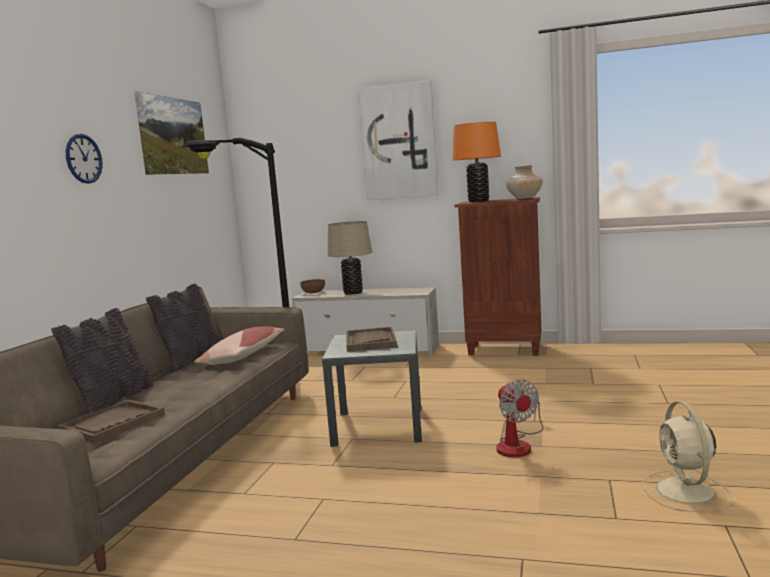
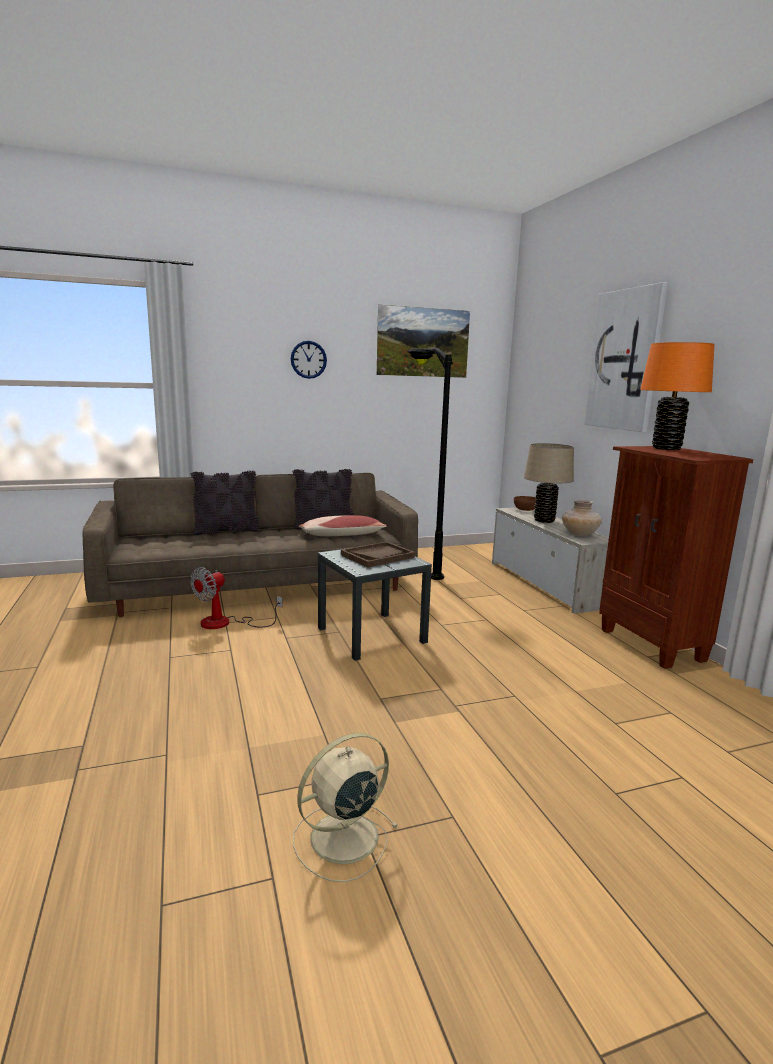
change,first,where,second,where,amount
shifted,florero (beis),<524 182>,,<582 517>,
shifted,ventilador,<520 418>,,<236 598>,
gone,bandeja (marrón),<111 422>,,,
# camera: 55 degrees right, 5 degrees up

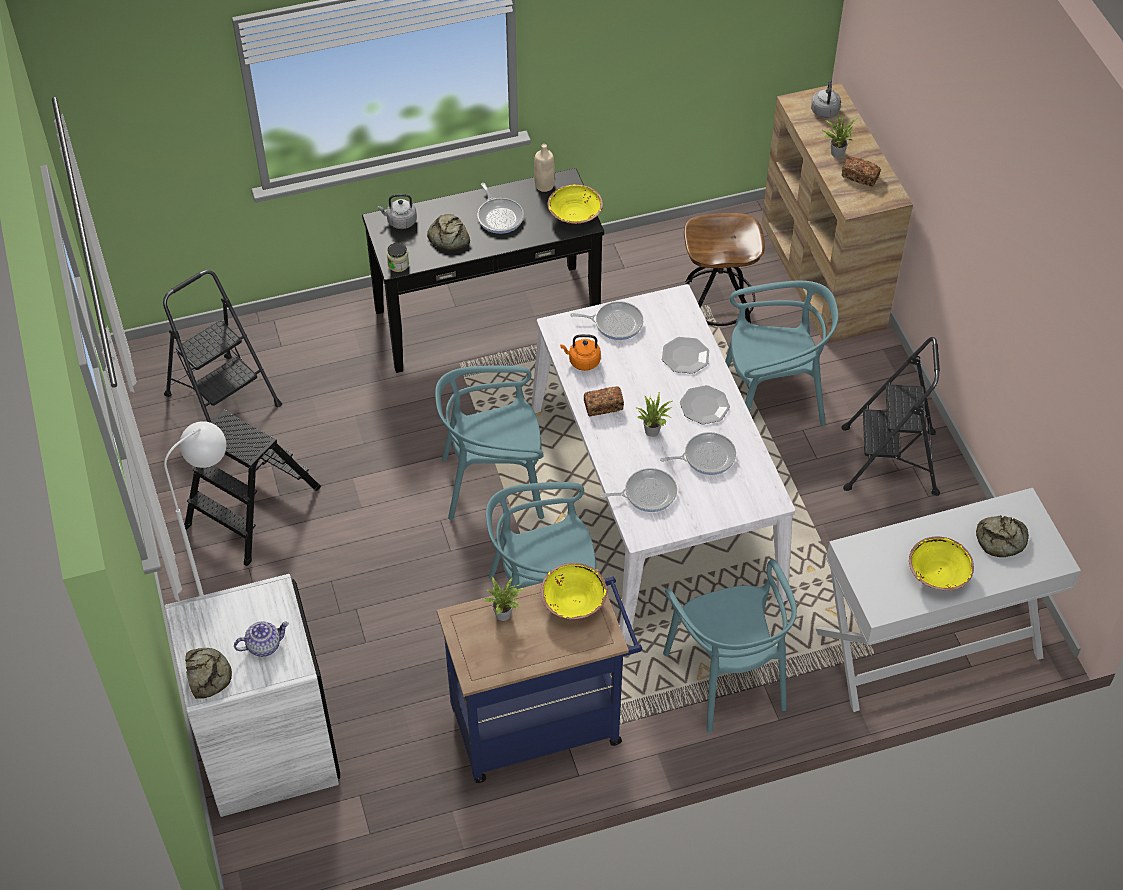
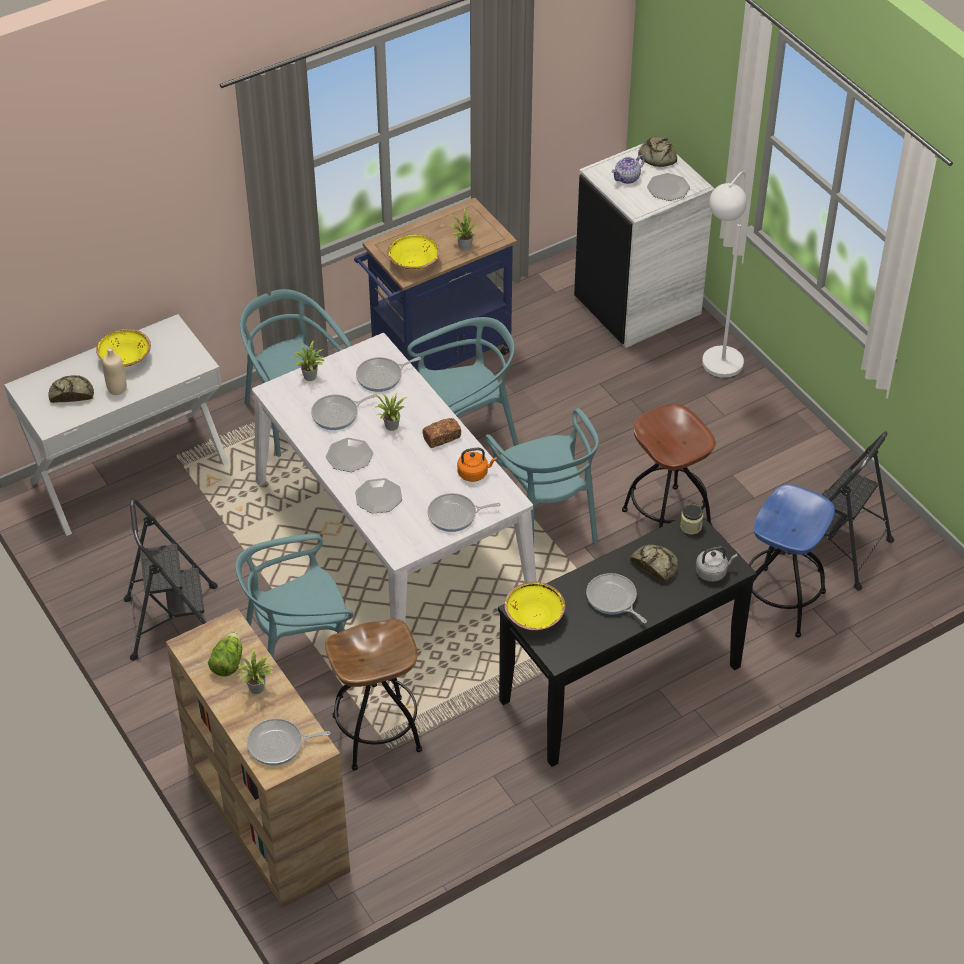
change,first,where,second,where,amount
swapped,hervidor (gris),<826 99>,sartén,<288 742>,
shifted,botella (beis),<544 168>,,<114 371>,
swapped,pan,<861 171>,lechuga,<225 654>,
rotated,silla (turquesa),<489 443>,,<542 476>,90 degrees clockwise
gone,escalera de tijera (negro),<252 488>,,,
new,,,plato,<668 187>,
new,,,planta en maceta,<308 361>,
new,,,taburete (marrón),<669 466>,
new,,,taburete (azul),<792 560>,
# camera: 165 degrees right, 5 degrees down

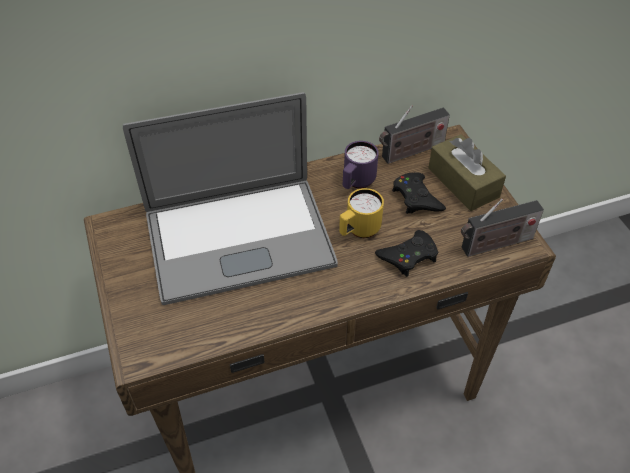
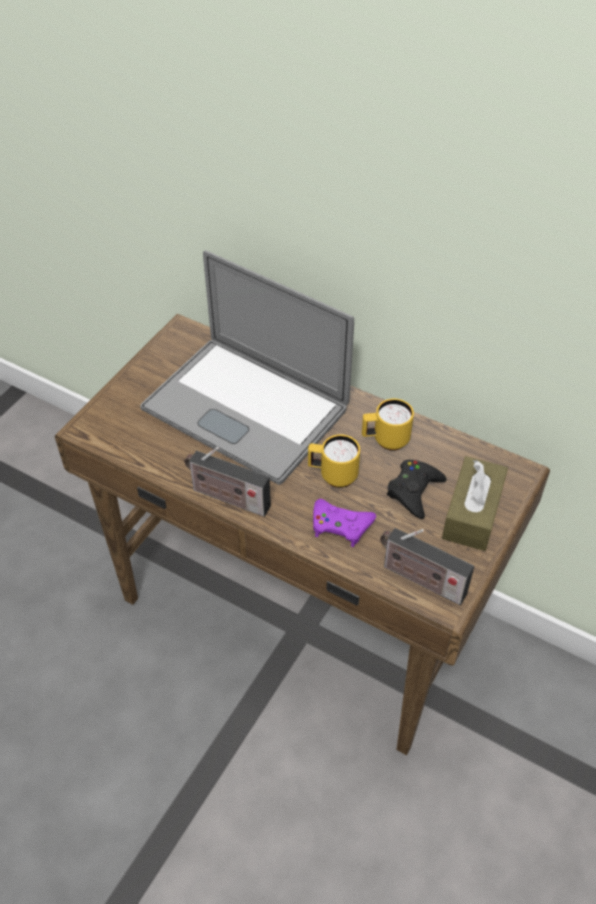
change,first,where,second,where,amount
shifted,radio,<414 134>,,<227 482>,
repainted,taza grande (morado),<361 165>,taza grande (amarillo),<388 425>,
repainted,mando de consola (negro),<406 253>,mando de consola (morado),<344 523>,
# camera: 50 degrees right, 0 degrees up

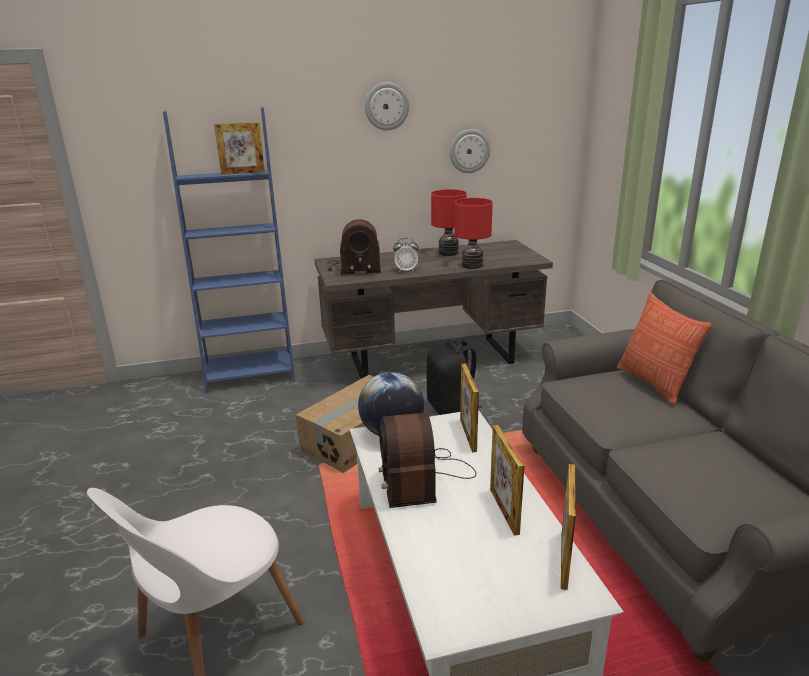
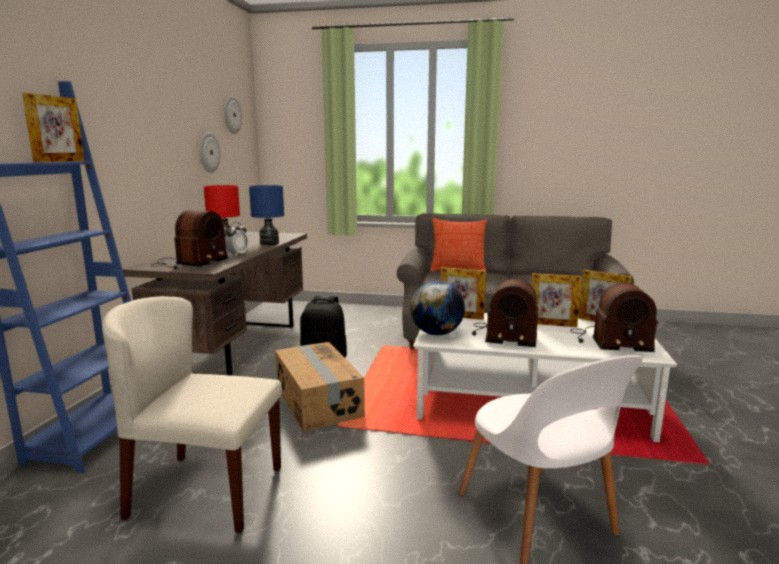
change,first,where,second,where,amount
shifted,reloj de pared,<387 106>,,<233 115>,
repainted,lámpara de mesa (rojo),<473 233>,lámpara de mesa (azul),<266 215>,
new,,,radio,<614 317>,
new,,,silla (beis),<192 414>,
# camera: 65 degrees left, 10 degrees down

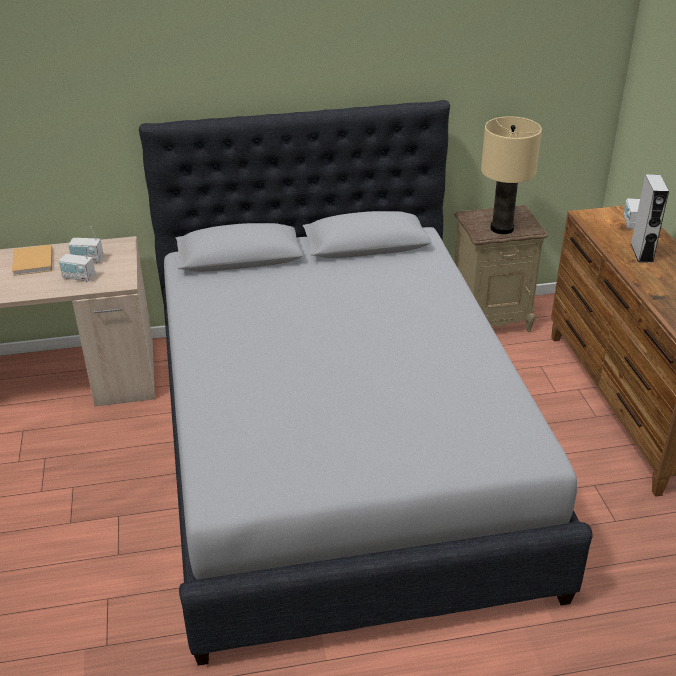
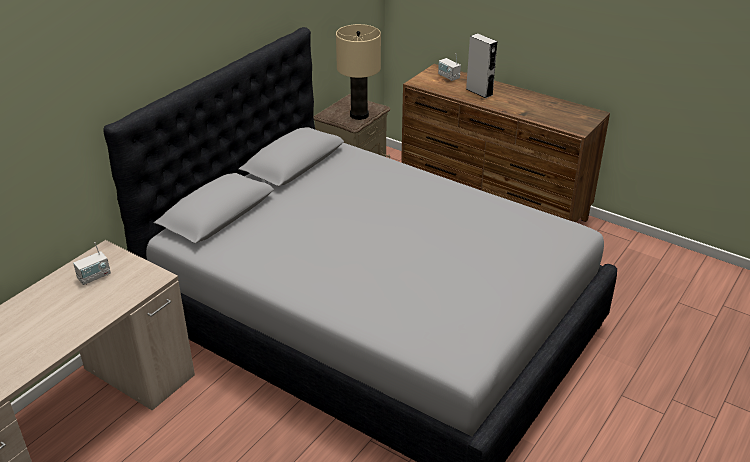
change,first,where,second,where,amount
gone,radio,<77 263>,,,
gone,libro (beis),<32 260>,,,
# camera: 45 degrees left, 0 degrees up

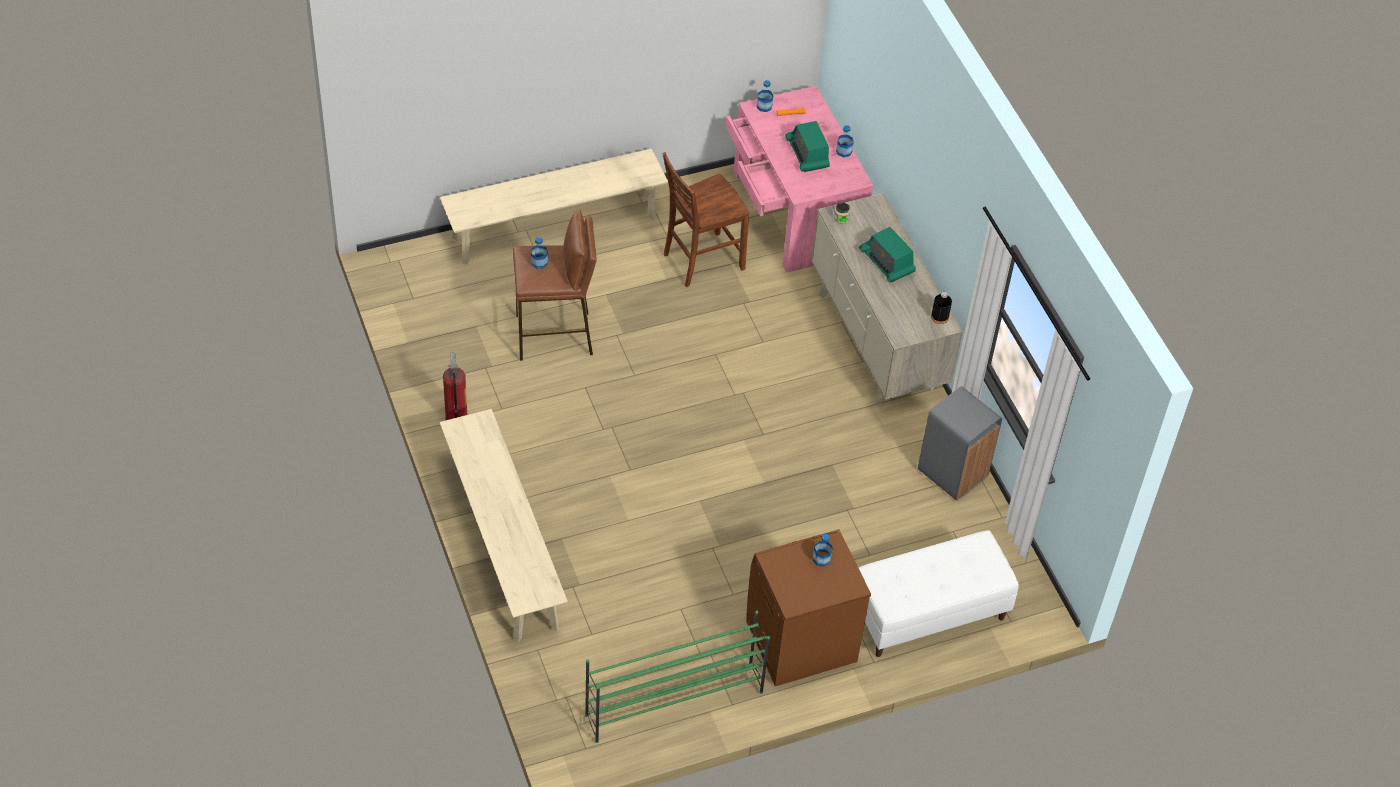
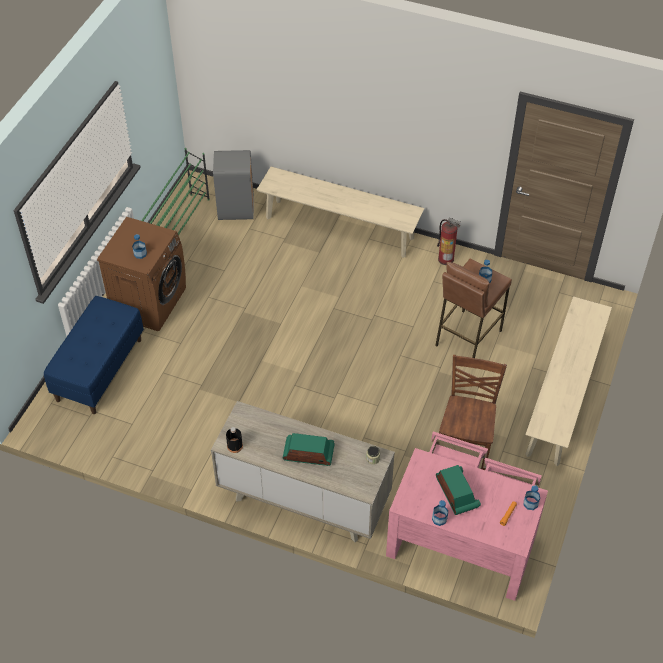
change,first,where,second,where,amount
rotated,radio,<807 146>,,<458 490>,45 degrees clockwise
shifted,papelera (gris),<960 443>,,<233 185>,
repainted,banco (blanco),<939 593>,banco (azul),<94 355>,
# camera: 135 degrees right, 0 degrees up

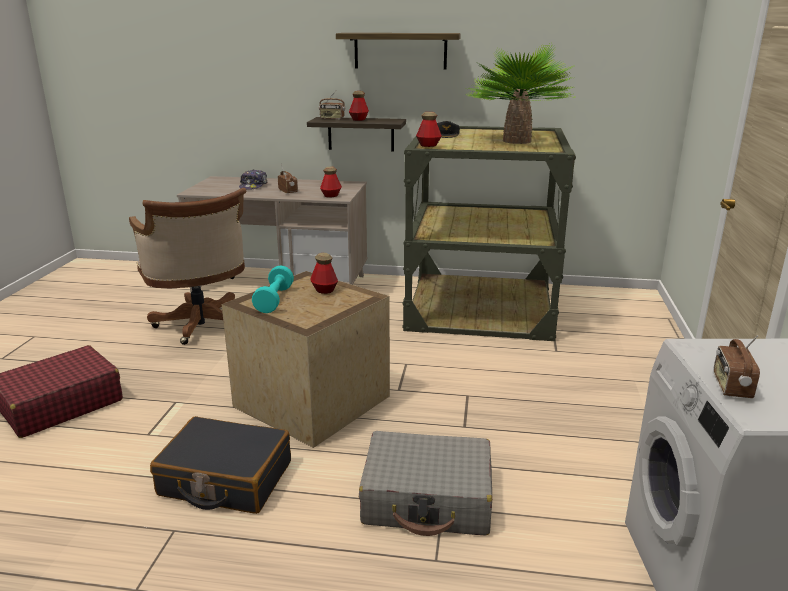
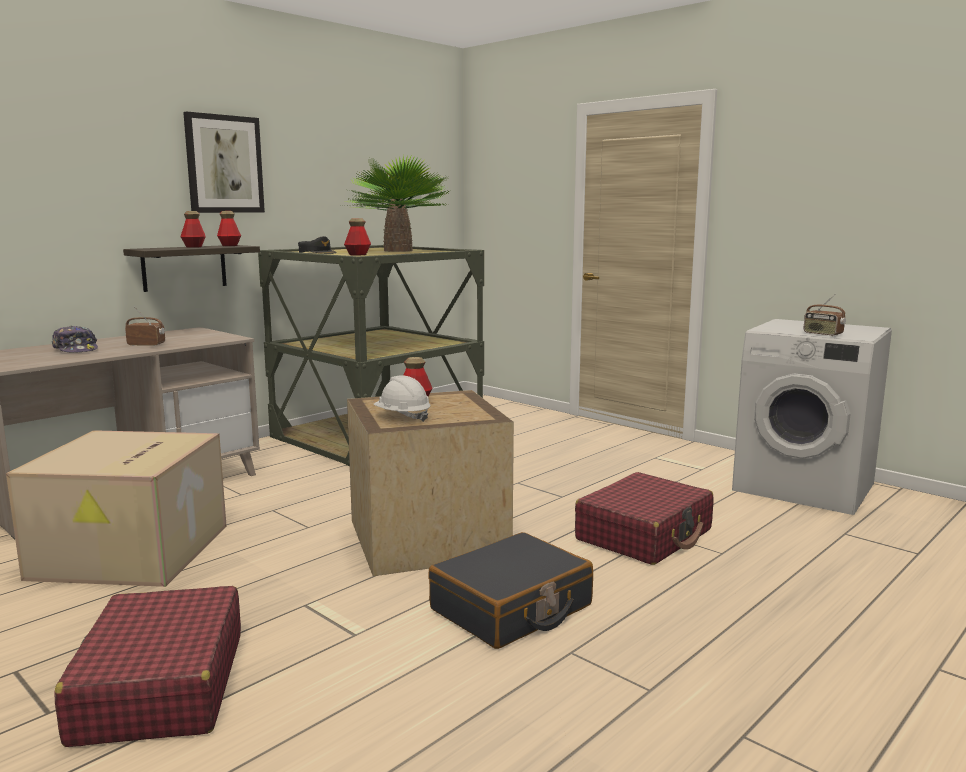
change,first,where,second,where,amount
swapped,estante,<398 51>,cuadro,<224 162>,
gone,radio,<332 104>,,,
shifted,botella,<331 182>,,<229 228>,
swapped,silla de oficina,<187 266>,caja de cartón,<116 508>,
swapped,mancuerna (turquesa),<273 289>,casco (blanco),<401 398>,
repainted,maleta (gris),<425 483>,maleta (rojo),<644 518>,
# camera: 55 degrees left, 10 degrees down

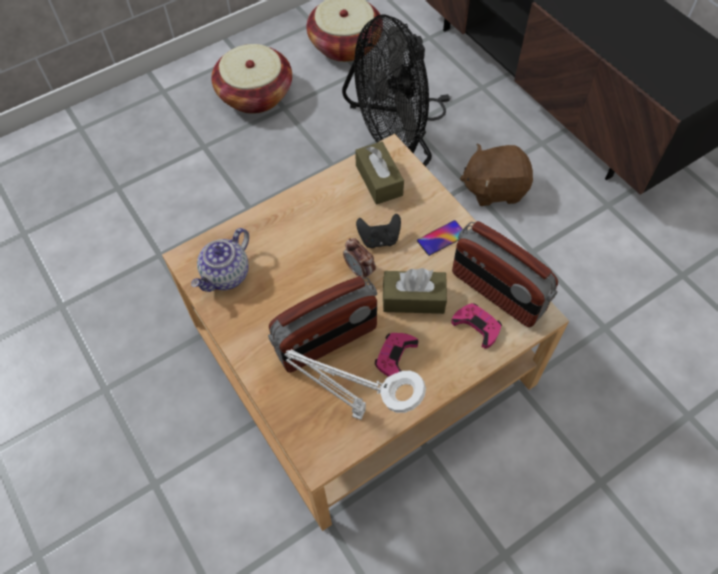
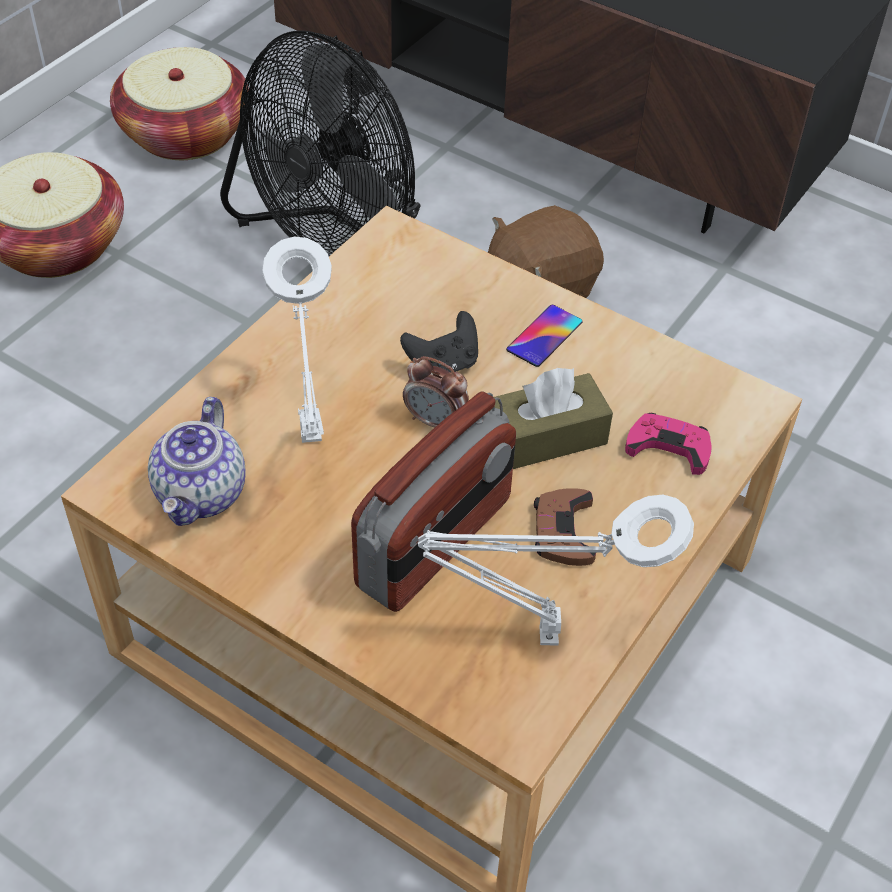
change,first,where,second,where,amount
gone,caja de pañuelos (marrón),<379 173>,,,
gone,radio,<505 274>,,,
repainted,mando de consola (rosa),<397 355>,mando de consola (marrón),<565 527>,
new,,,lámpara de mesa (blanco),<297 340>,
# camera: 25 degrees left, 10 degrees down

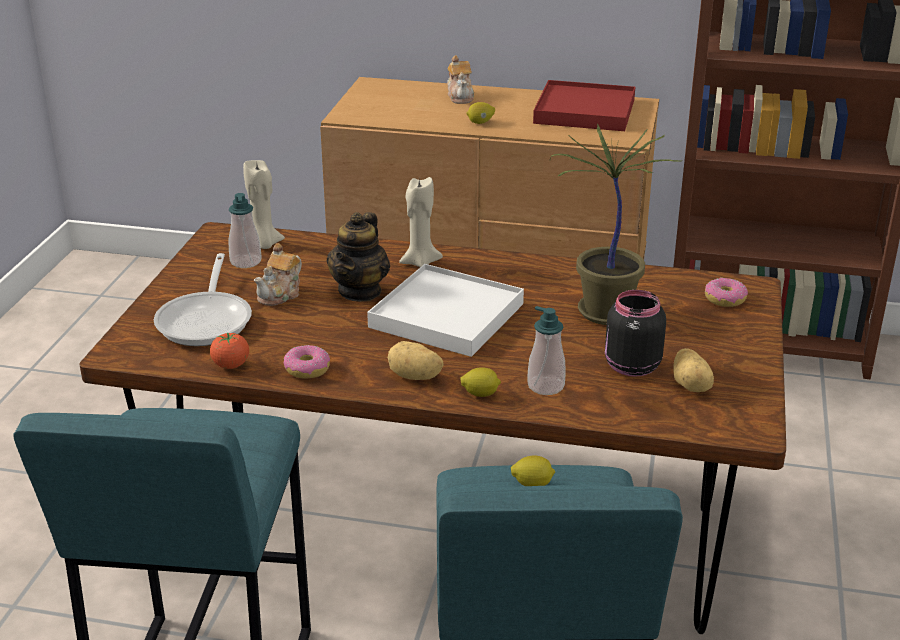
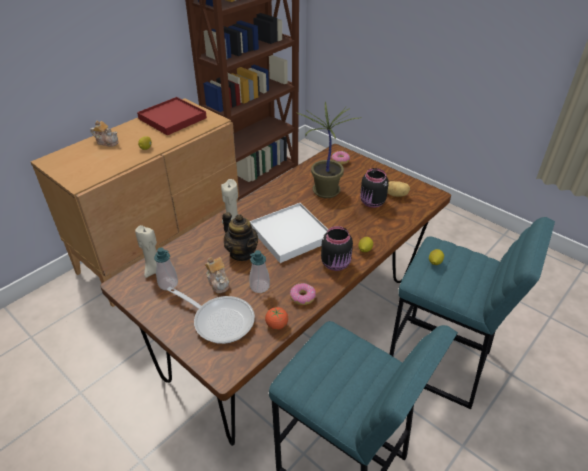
change,first,where,second,where,amount
shifted,dispensador de jabón,<546 350>,,<259 271>,
swapped,patata,<415 360>,tarro (negro),<337 248>,
# camera: 60 degrees left, 10 degrees up

